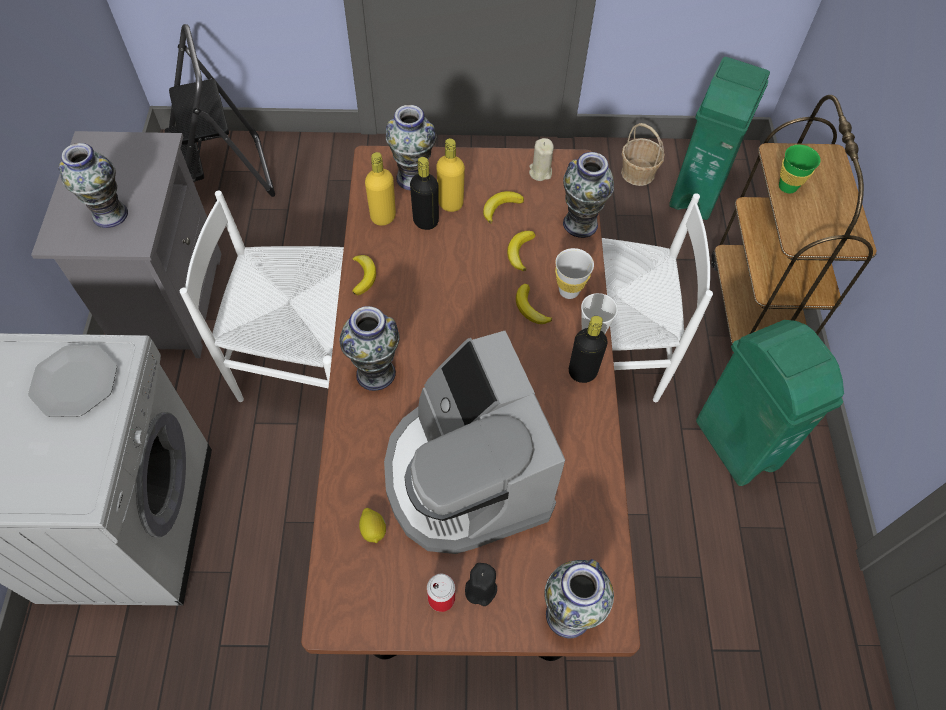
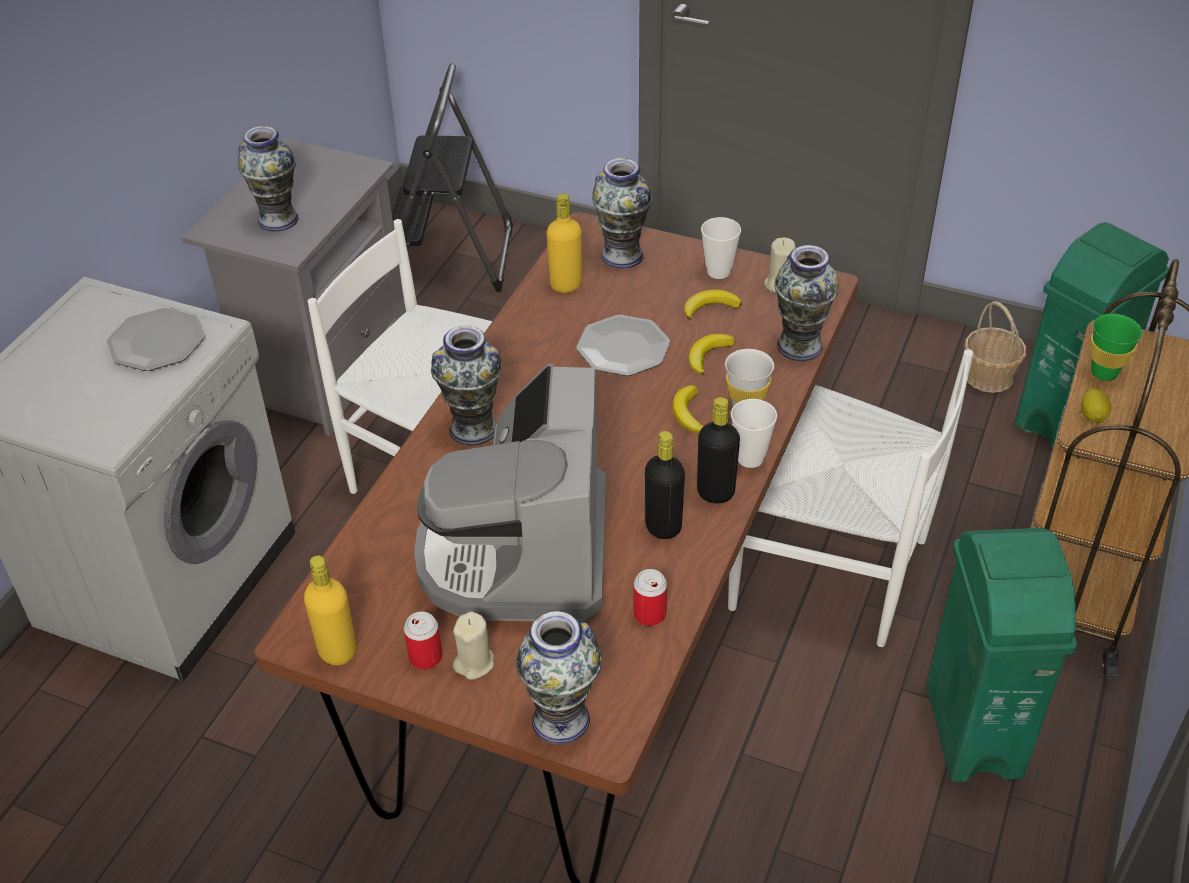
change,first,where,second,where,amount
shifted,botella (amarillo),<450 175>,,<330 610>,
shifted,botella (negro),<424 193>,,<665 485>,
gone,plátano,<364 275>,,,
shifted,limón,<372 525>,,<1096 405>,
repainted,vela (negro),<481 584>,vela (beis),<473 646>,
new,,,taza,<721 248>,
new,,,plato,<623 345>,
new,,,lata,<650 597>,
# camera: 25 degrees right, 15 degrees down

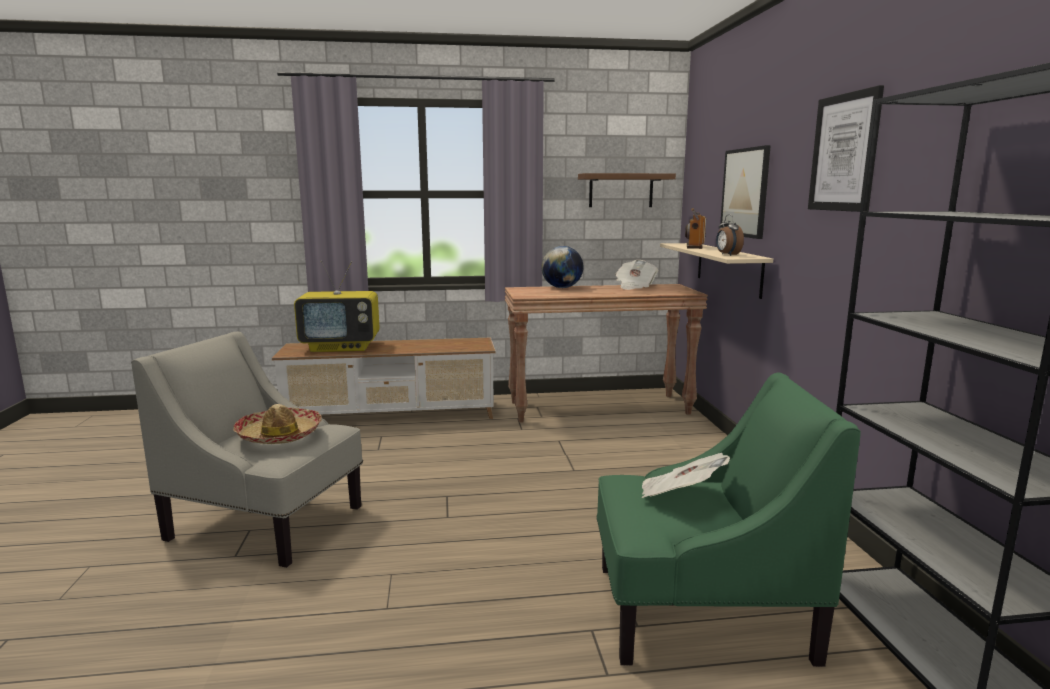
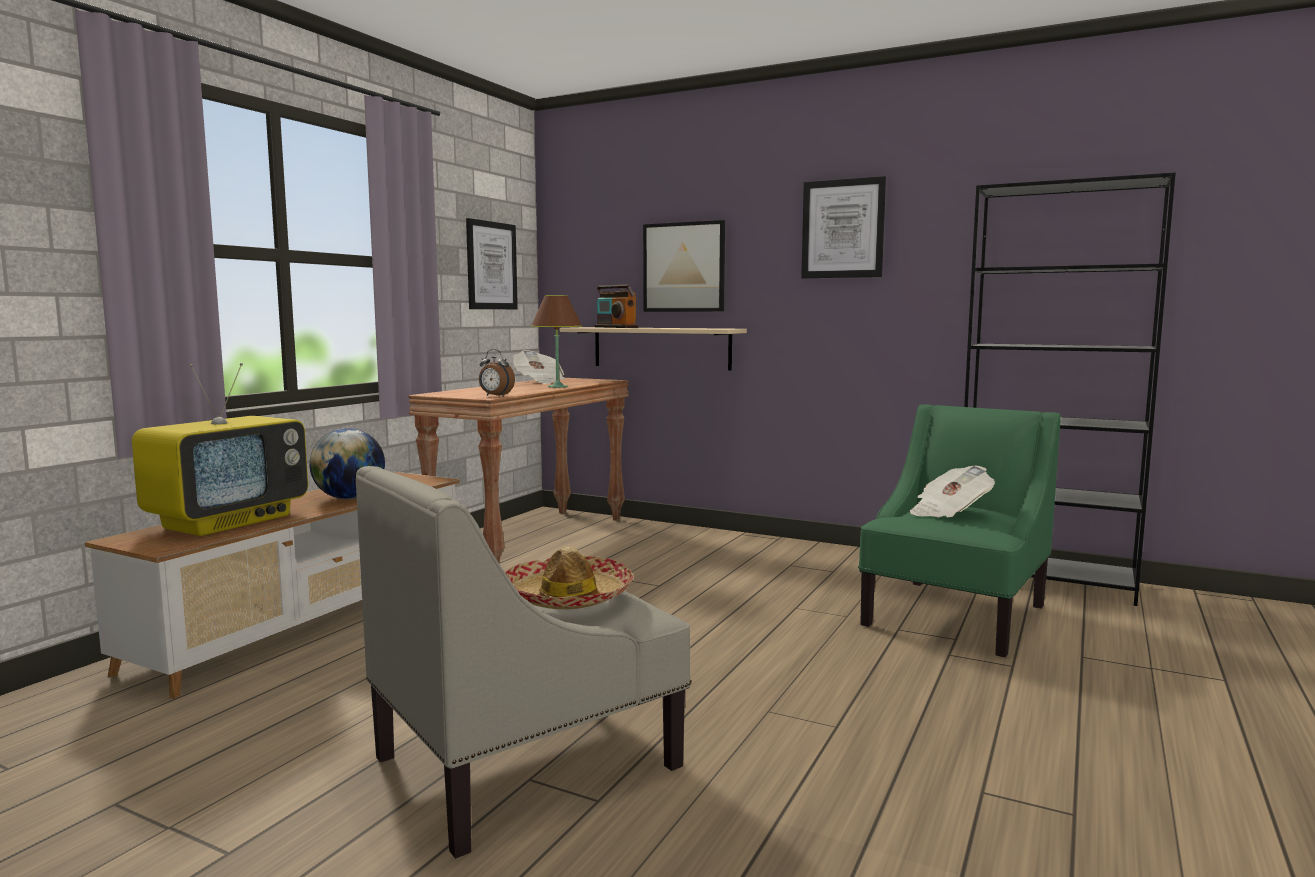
change,first,where,second,where,amount
swapped,estante (marrón),<627 190>,cuadro,<492 263>,
shifted,despertador,<730 235>,,<497 373>,
shifted,globo terráqueo,<563 267>,,<347 463>,
new,,,lámpara de mesa (marrón),<556 341>,
# camera: 55 degrees left, 5 degrees down

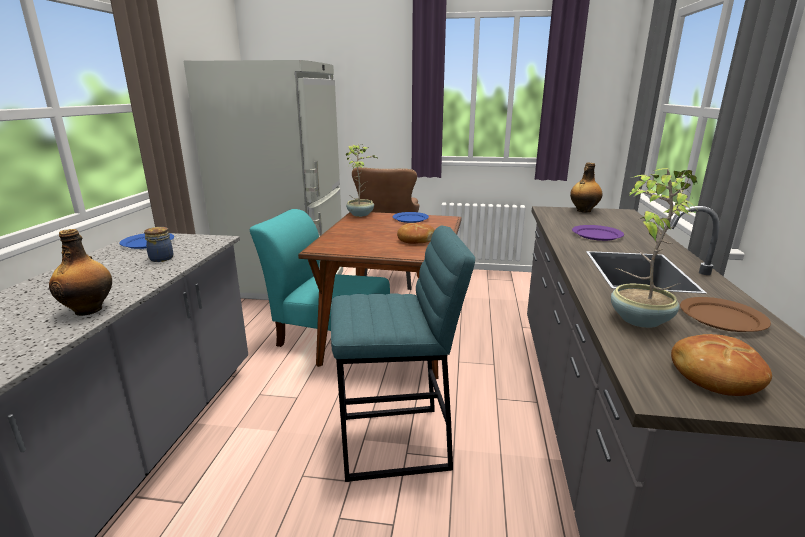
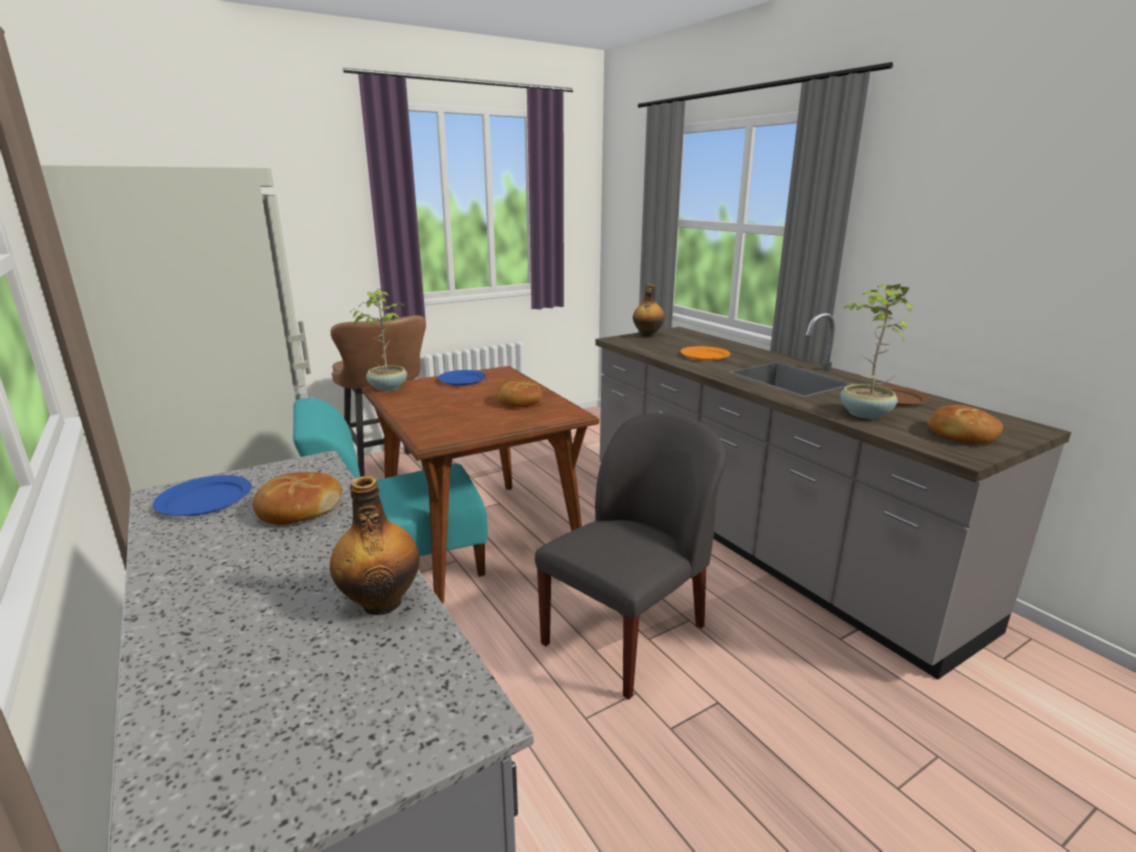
change,first,where,second,where,amount
swapped,taburete (turquesa),<403 353>,silla (gris),<630 556>,
repainted,plato (morado),<598 233>,plato (naranja),<705 353>,
swapped,tarro,<158 244>,pan,<297 498>,
# camera: 40 degrees left, 0 degrees up

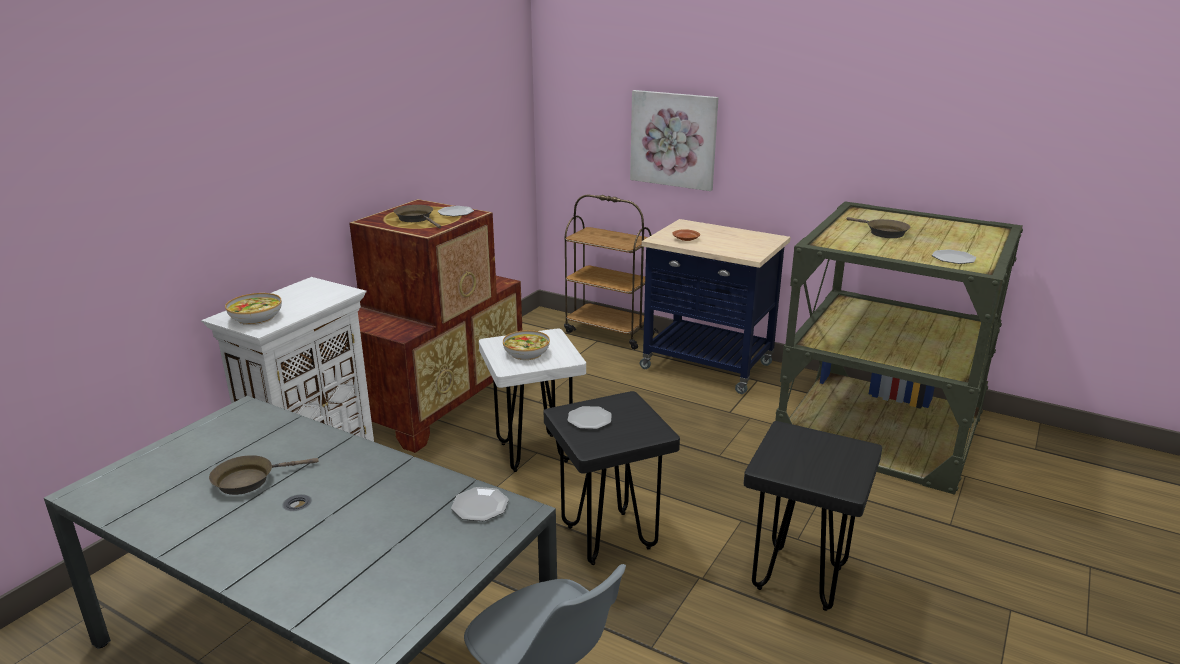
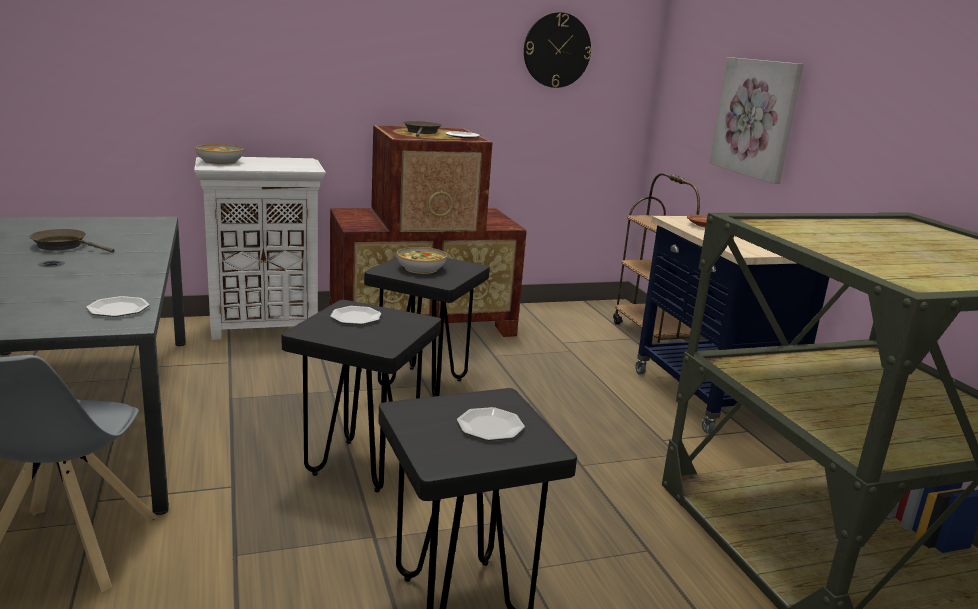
change,first,where,second,where,amount
gone,sartén (marrón),<878 227>,,,
shifted,plato,<954 256>,,<491 424>,
repainted,taburete (blanco),<532 400>,taburete (negro),<427 327>,
new,,,reloj de pared,<557 50>,
# camera: 40 degrees right, 5 degrees down

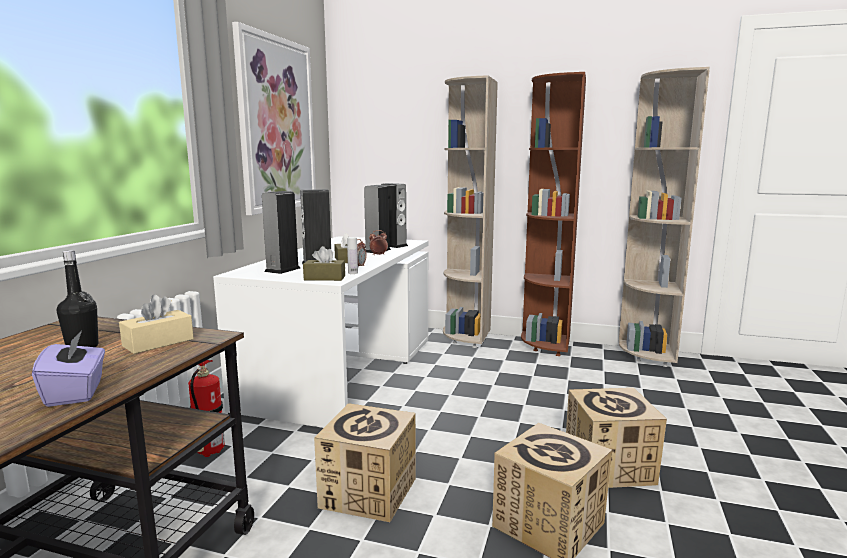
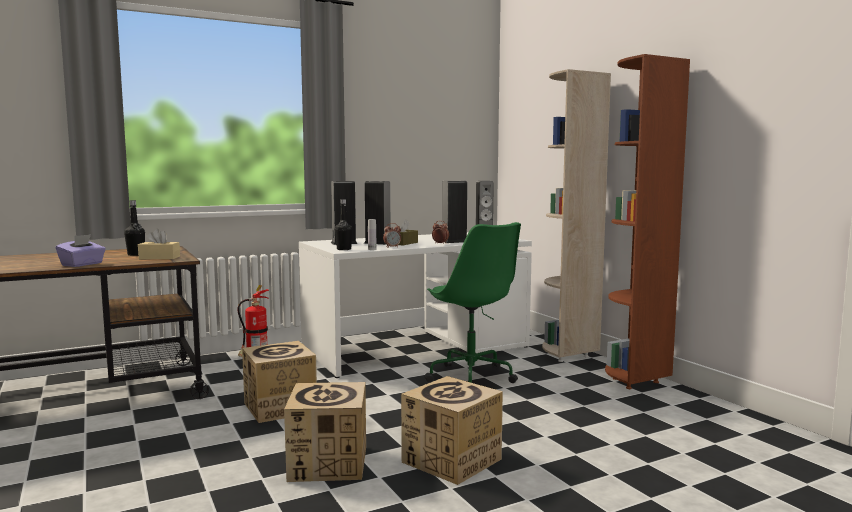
change,first,where,second,where,amount
gone,cuadro,<274 118>,,,
gone,estantería (beis),<664 217>,,,
swapped,caja de pañuelos (marrón),<324 263>,botella (negro),<344 224>,
new,,,silla de oficina (verde),<472 302>,
# camera: 45 degrees right, 5 degrees down

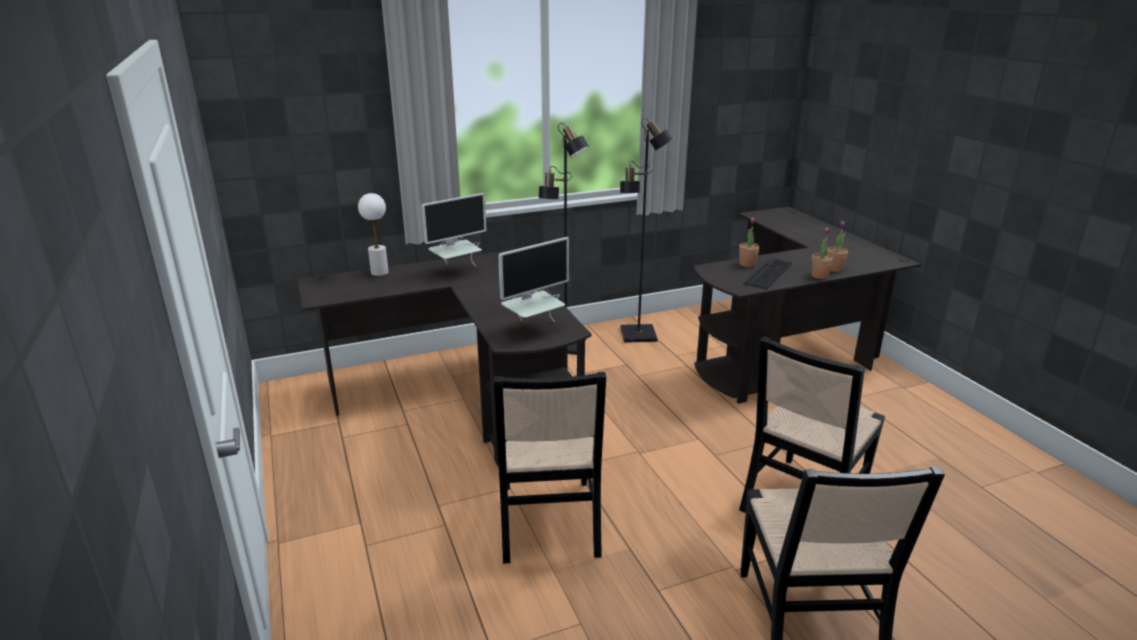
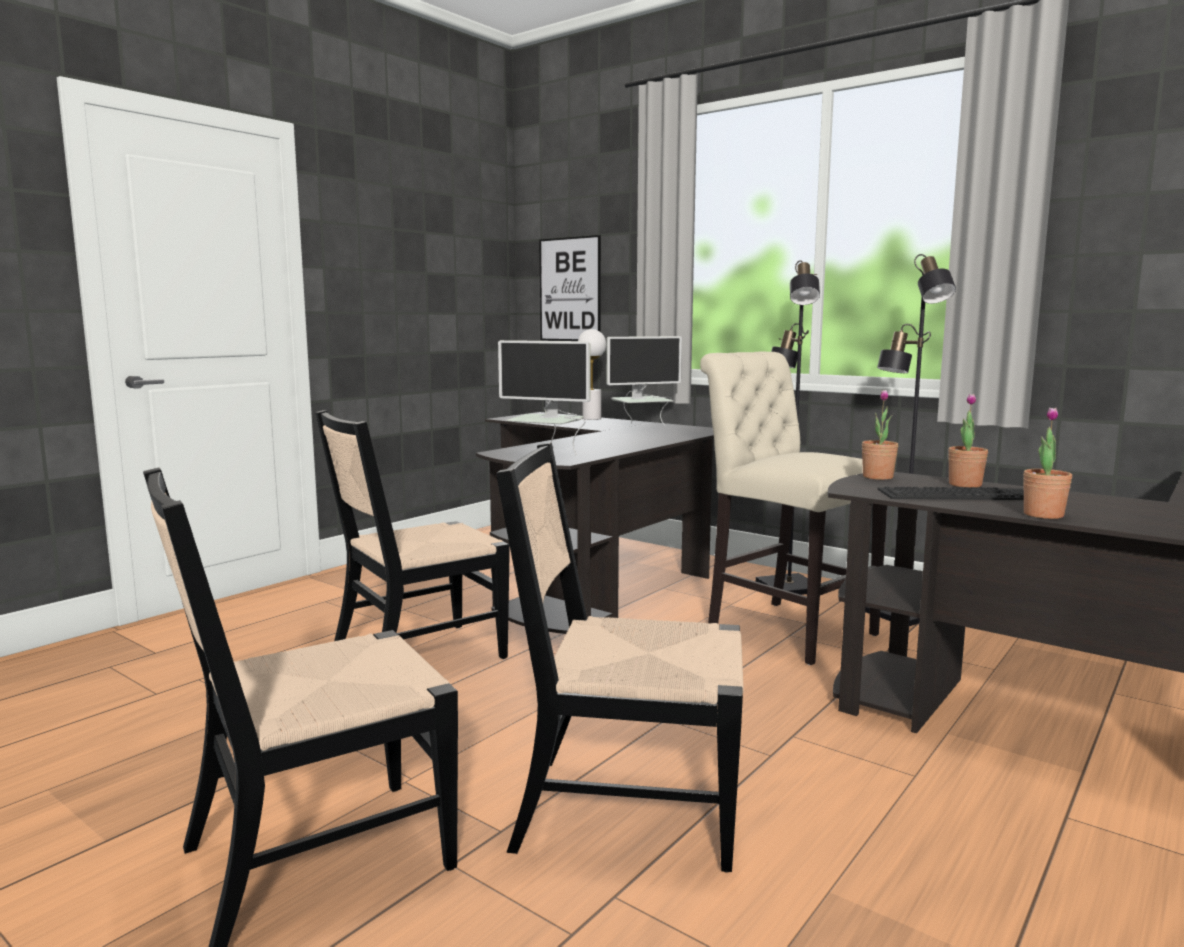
change,first,where,second,where,amount
rotated,monitor,<454 230>,,<644 381>,45 degrees counterclockwise
shifted,planta en maceta,<837 246>,,<880 435>,
new,,,cuadro,<570 288>,
new,,,taburete (beis),<793 508>,
# camera: 60 degrees right, 15 degrees down

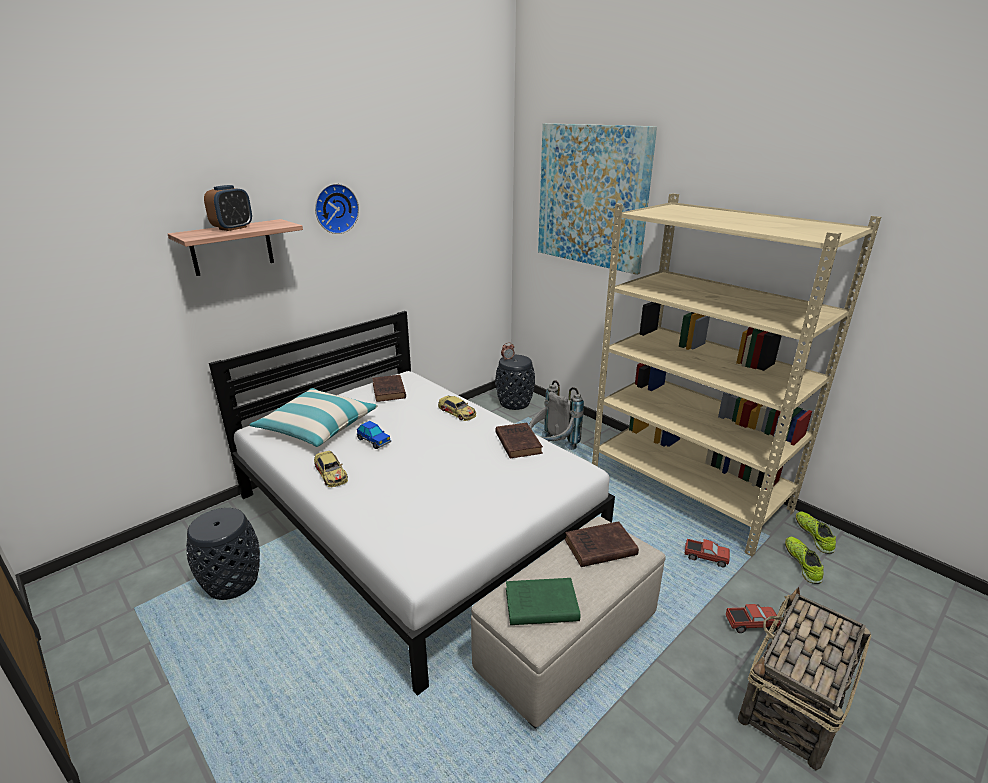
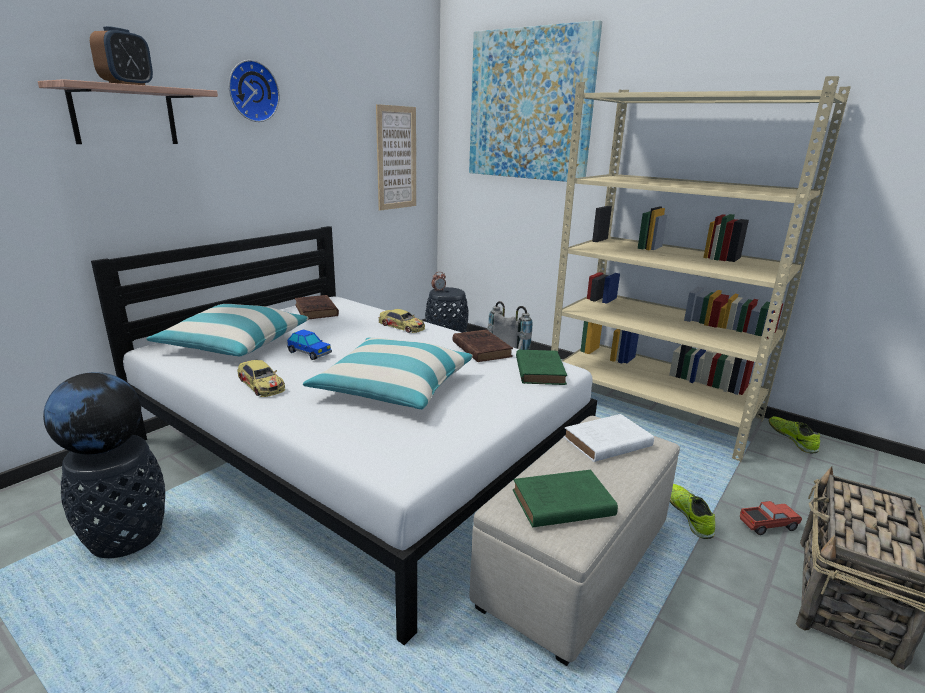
change,first,where,second,where,amount
repainted,libro (marrón),<602 544>,libro (blanco),<608 438>,
shifted,zapato,<804 560>,,<692 511>,
gone,camión de juguete,<707 553>,,,
new,,,cuadro,<396 157>,
new,,,cojín,<388 373>,
new,,,libro (verde),<541 367>,
new,,,globo terráqueo,<92 413>,
# camera: 10 degrees left, 5 degrees down

